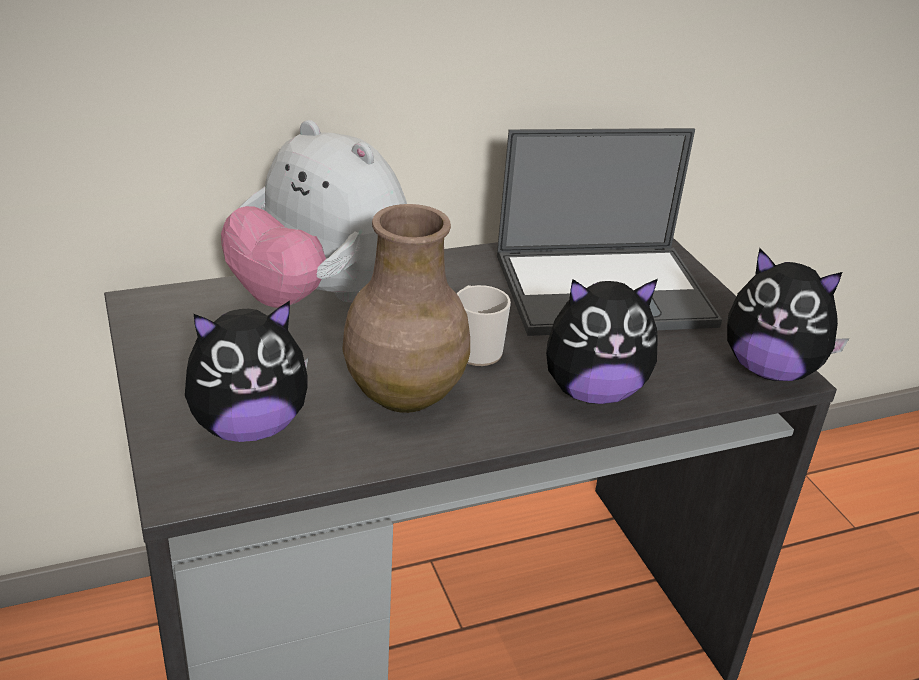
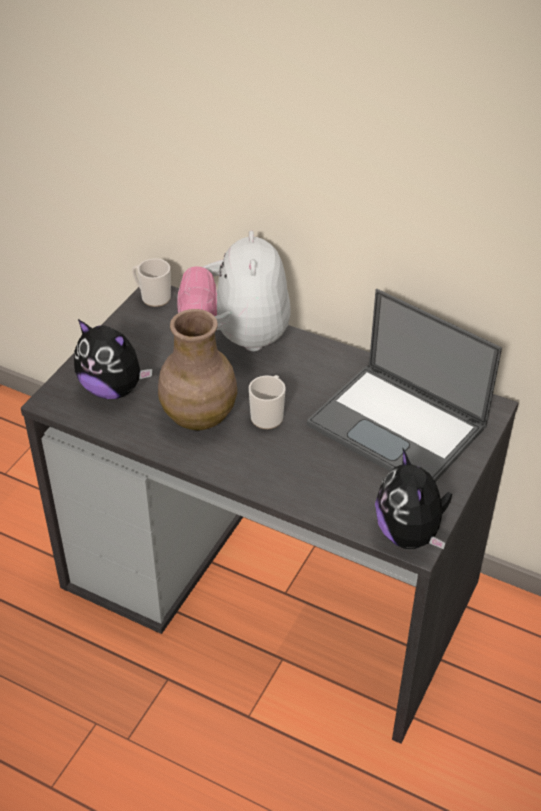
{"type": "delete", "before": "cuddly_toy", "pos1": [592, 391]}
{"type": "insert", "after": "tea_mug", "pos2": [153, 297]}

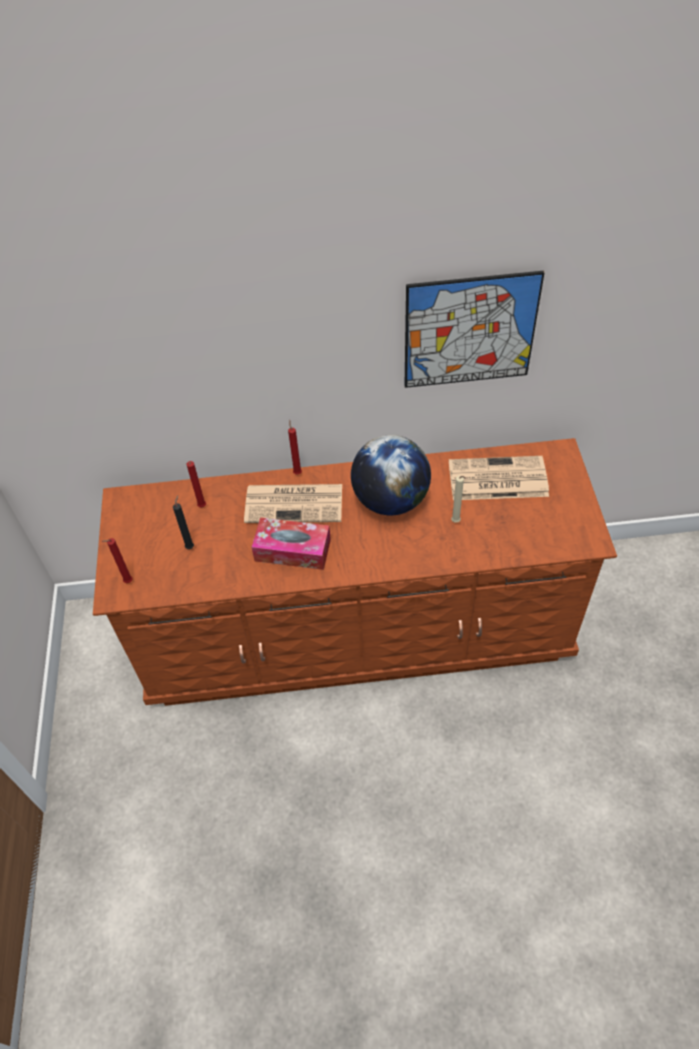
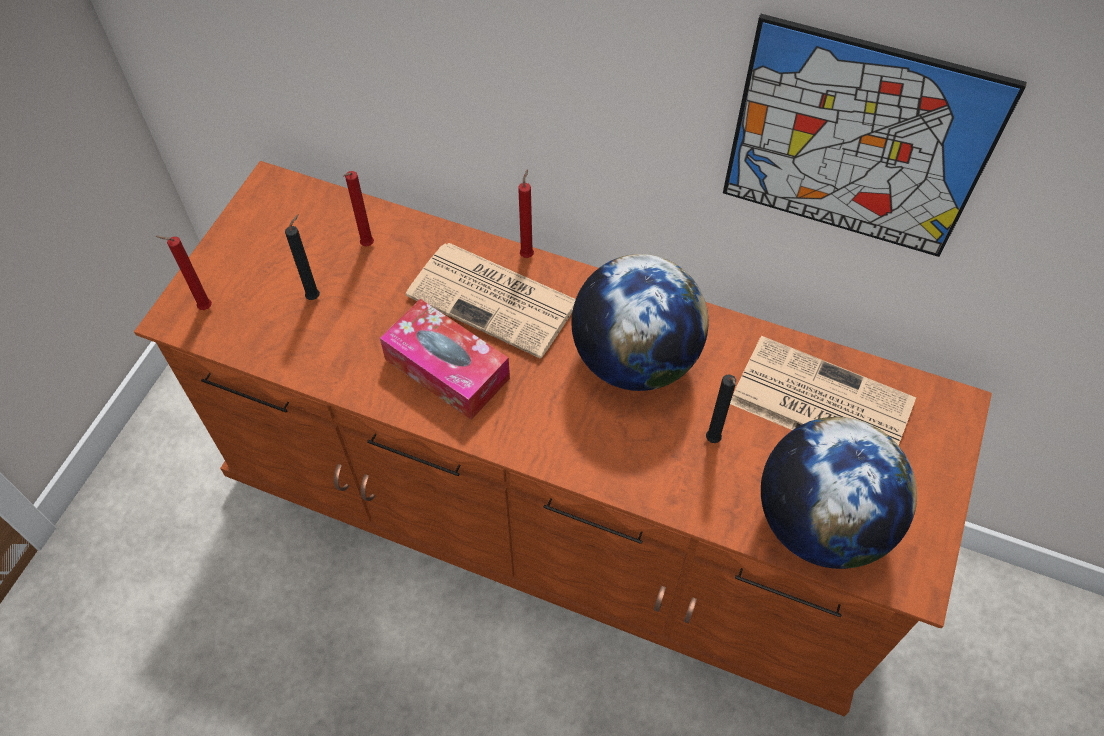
{"type": "insert", "after": "globe", "pos2": [820, 522]}
{"type": "recolor", "before": "sand-coloured_wax_candle", "after": "blackish_wax_candle", "pos1": [456, 522], "pos2": [713, 441]}

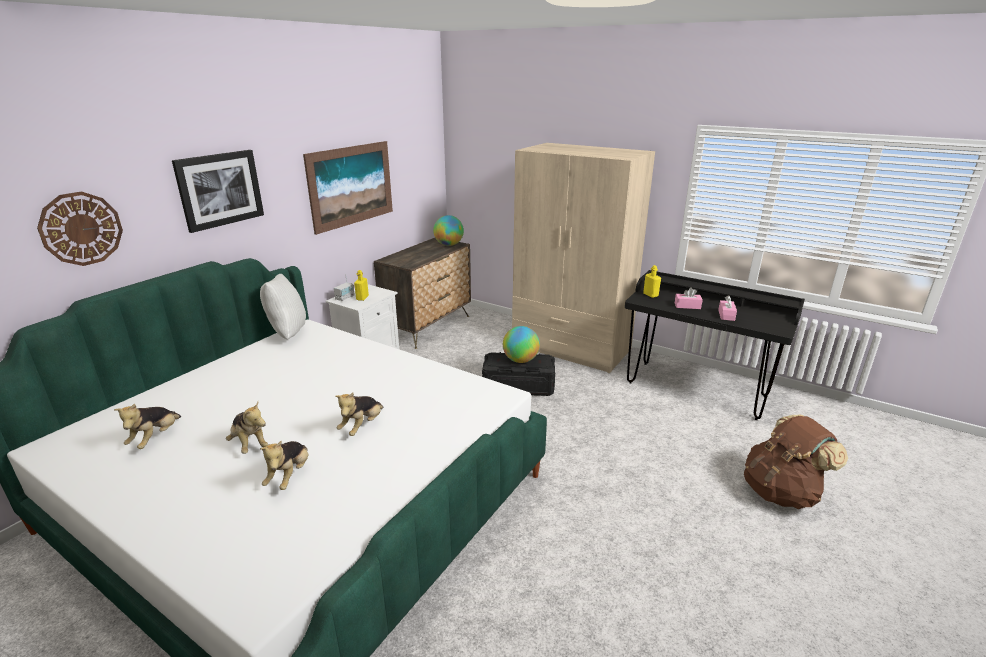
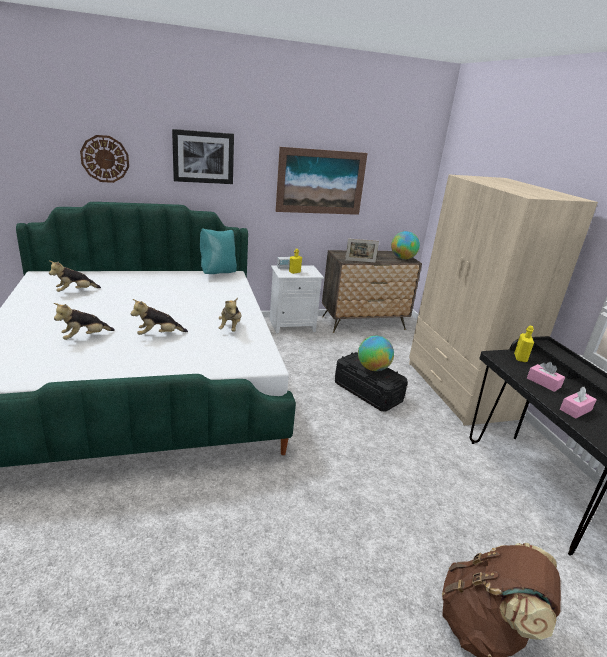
{"type": "insert", "after": "photo_frame", "pos2": [360, 261]}
{"type": "move", "before": "cuddly_toy", "pos1": [249, 444], "pos2": [230, 328]}
{"type": "recolor", "before": "white_pillow", "after": "turquoise-coloured_pillow", "pos1": [287, 333], "pos2": [217, 273]}

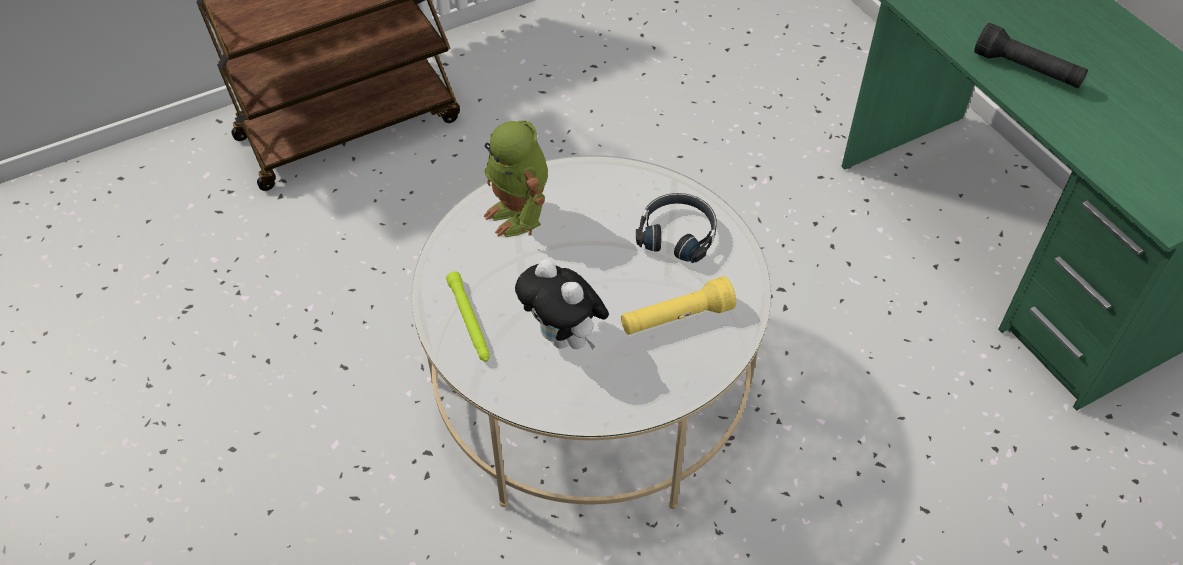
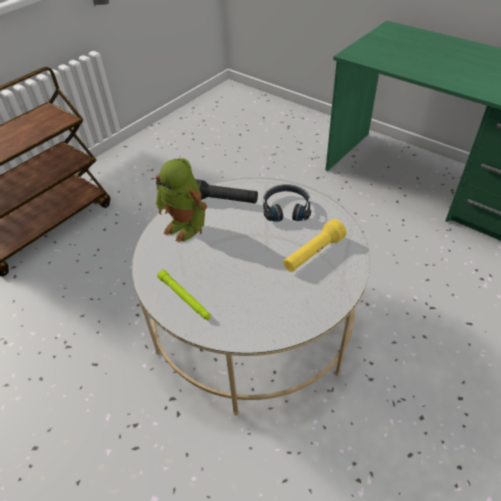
{"type": "delete", "before": "cuddly_toy", "pos1": [564, 338]}
{"type": "move", "before": "blackish_flashlight", "pos1": [1026, 70], "pos2": [225, 200]}

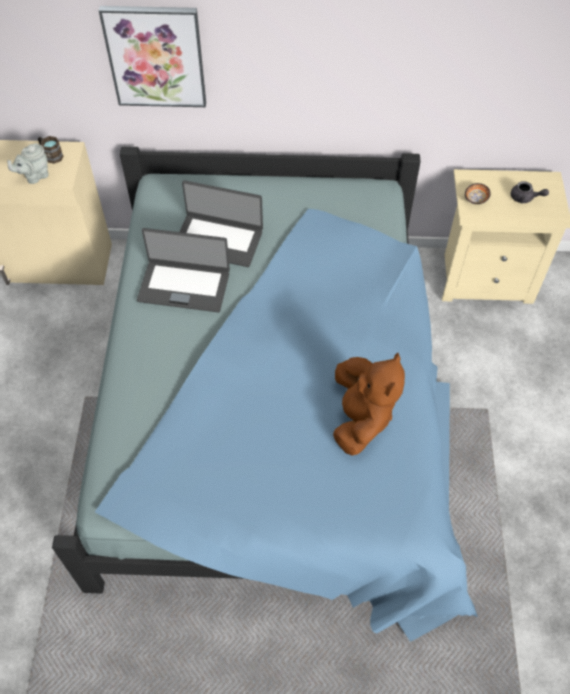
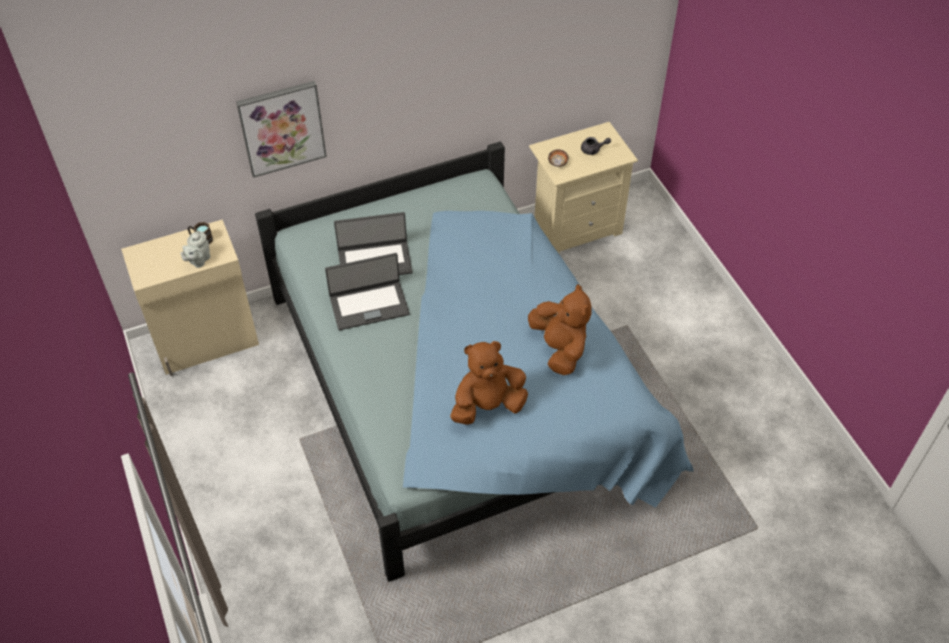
{"type": "insert", "after": "brownish_cuddly_toy", "pos2": [487, 406]}

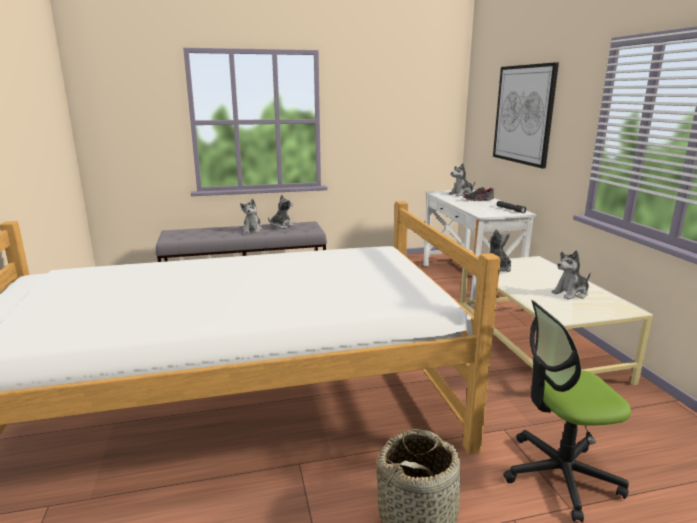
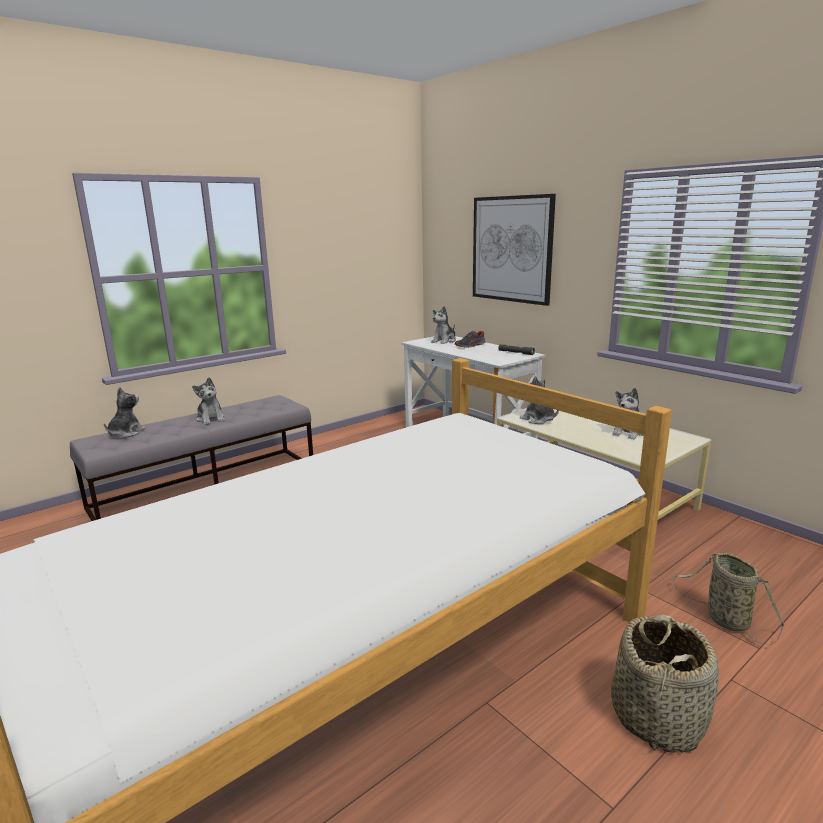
{"type": "move", "before": "cuddly_toy", "pos1": [281, 226], "pos2": [126, 433]}
{"type": "replace", "before": "desk_chair", "after": "storage_basket", "pos1": [560, 475], "pos2": [724, 619]}

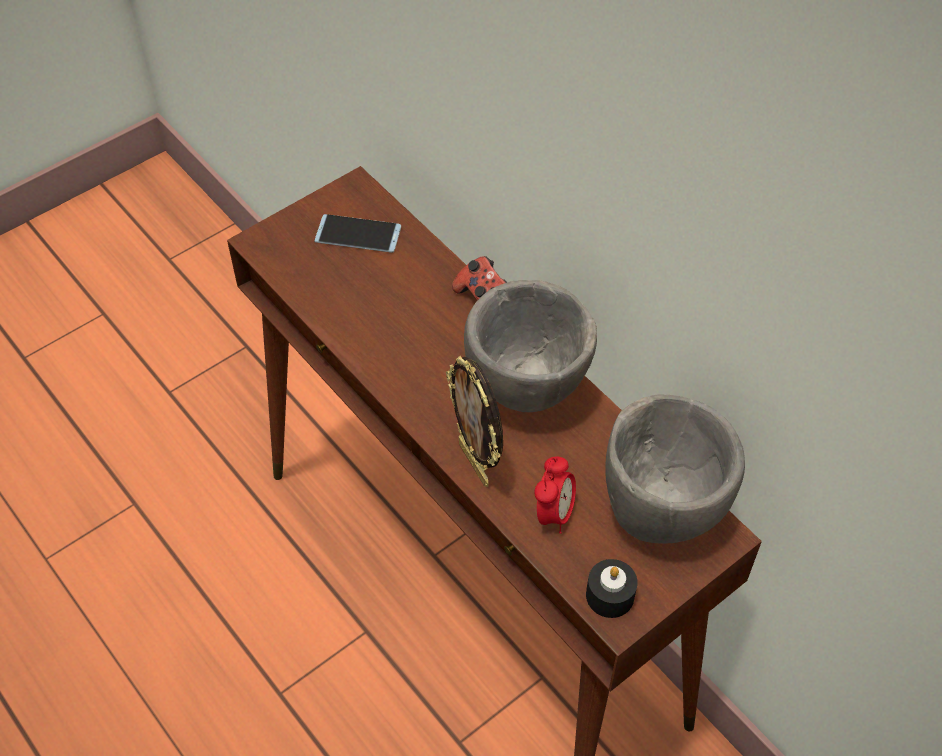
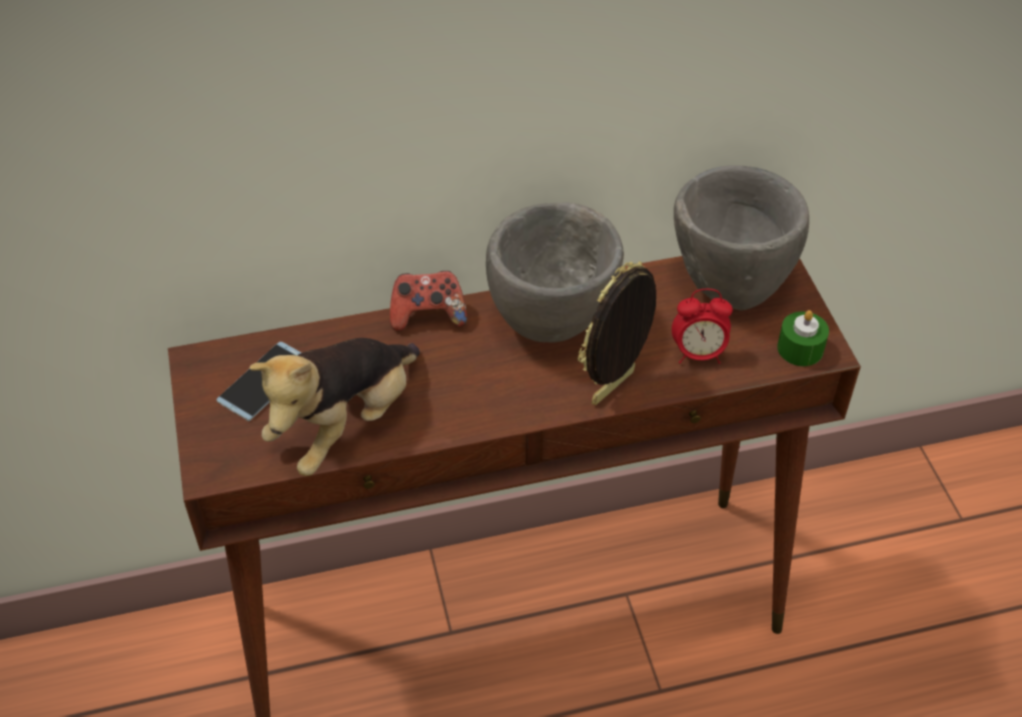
{"type": "insert", "after": "cuddly_toy", "pos2": [345, 424]}
{"type": "recolor", "before": "blackish_wax_candle", "after": "green_wax_candle", "pos1": [610, 595], "pos2": [800, 348]}
{"type": "rotate", "before": "photo_frame", "pos1": [475, 463], "pos2": [615, 389], "turn": 135}
{"type": "rotate", "before": "table_clock", "pos1": [554, 513], "pos2": [698, 354], "turn": 135}

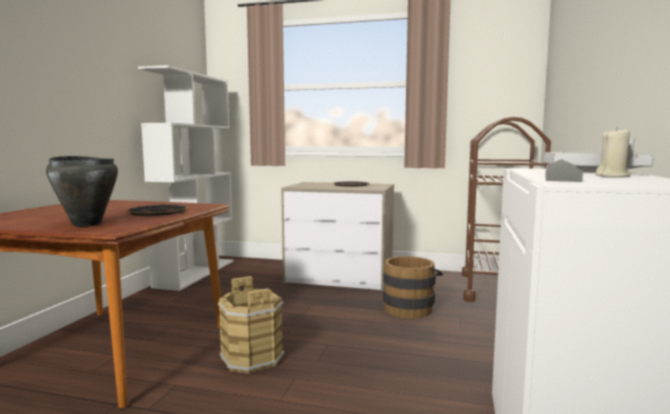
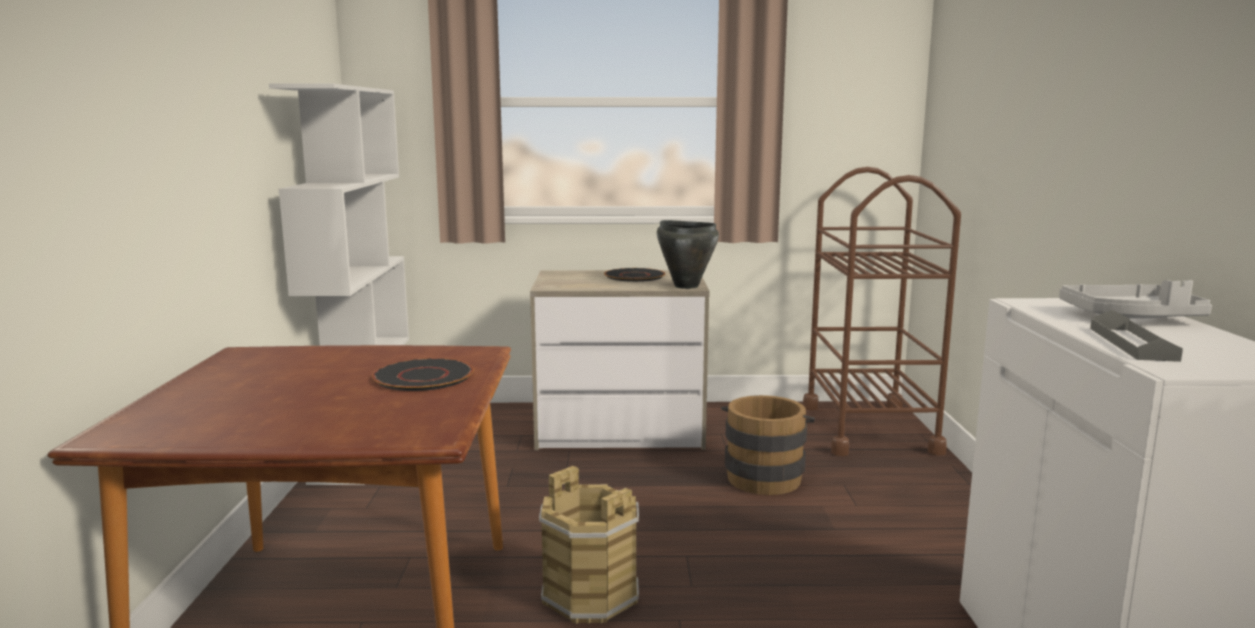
{"type": "delete", "before": "sand-coloured_wax_candle", "pos1": [613, 176]}
{"type": "move", "before": "blackish_saucepot", "pos1": [87, 224], "pos2": [686, 286]}

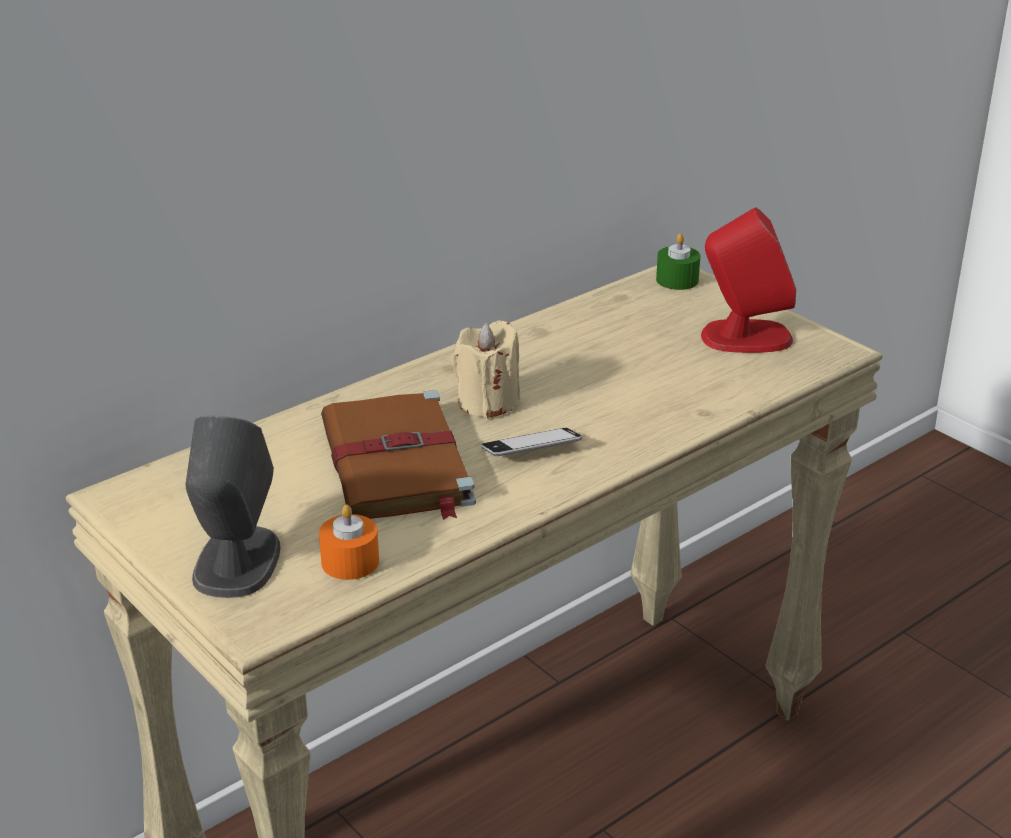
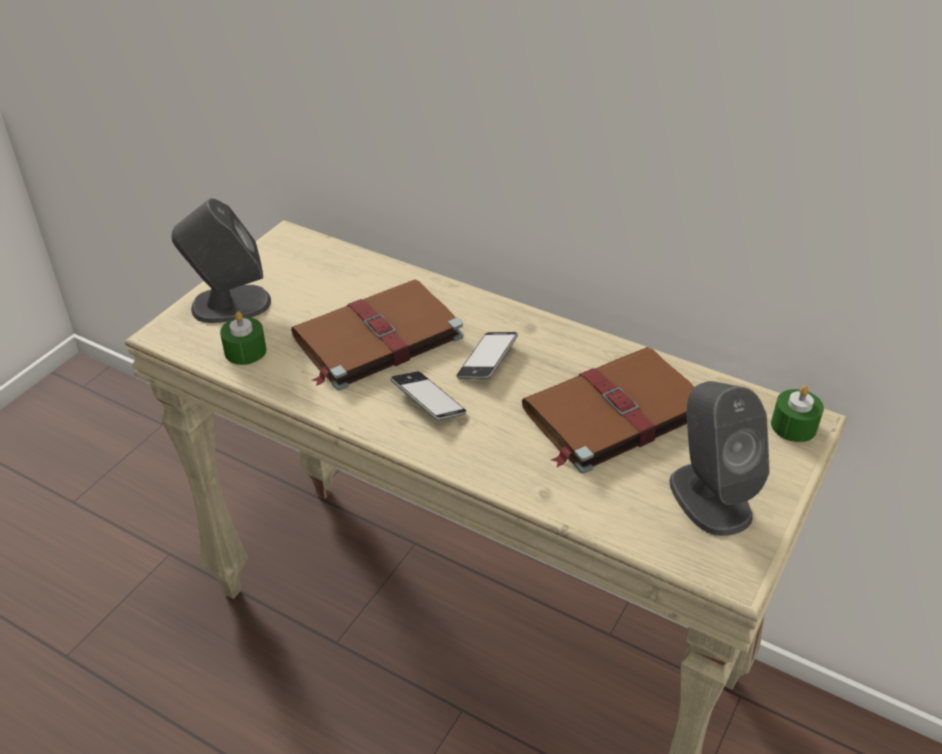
{"type": "insert", "after": "brownish_volume", "pos2": [612, 413]}
{"type": "replace", "before": "sand-coloured_wax_candle", "after": "phone", "pos1": [488, 402], "pos2": [487, 360]}
{"type": "recolor", "before": "orange_wax_candle", "after": "green_wax_candle", "pos1": [350, 562], "pos2": [245, 351]}
{"type": "recolor", "before": "red-coloured_speaker", "after": "grey_speaker", "pos1": [745, 337], "pos2": [709, 497]}

